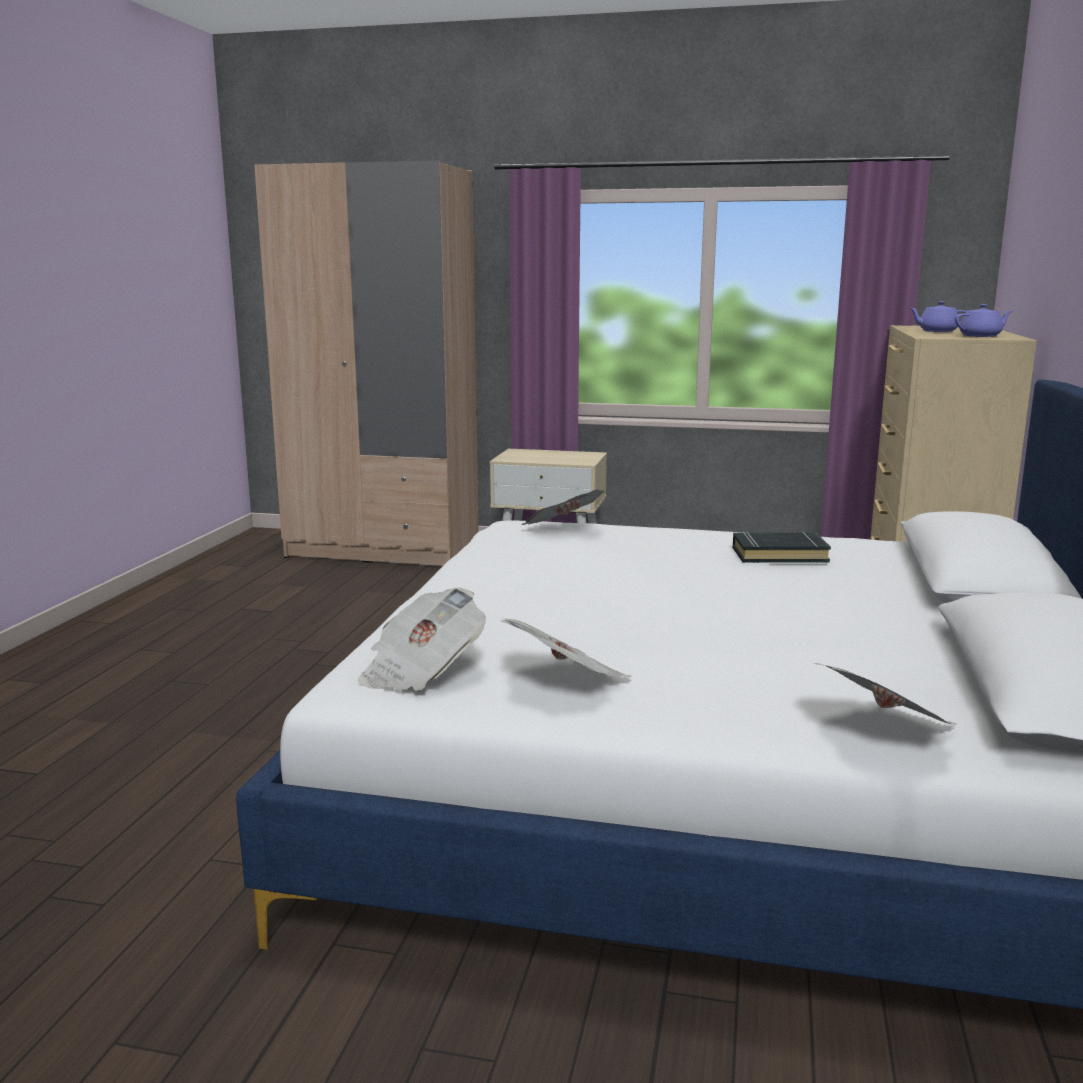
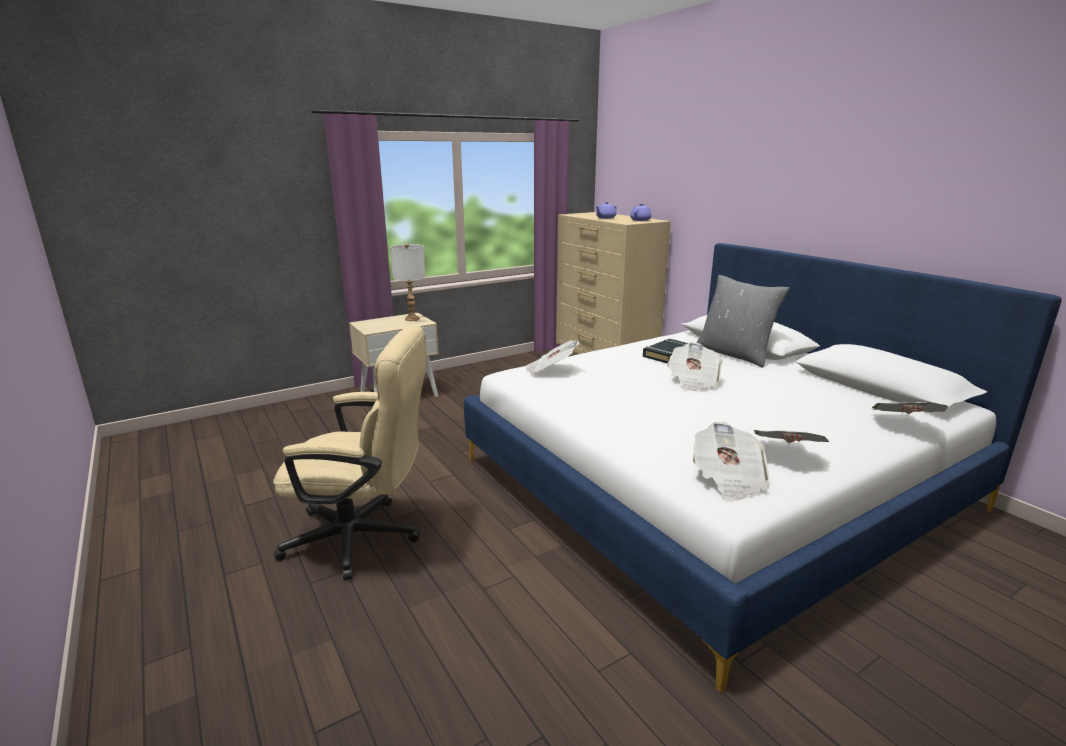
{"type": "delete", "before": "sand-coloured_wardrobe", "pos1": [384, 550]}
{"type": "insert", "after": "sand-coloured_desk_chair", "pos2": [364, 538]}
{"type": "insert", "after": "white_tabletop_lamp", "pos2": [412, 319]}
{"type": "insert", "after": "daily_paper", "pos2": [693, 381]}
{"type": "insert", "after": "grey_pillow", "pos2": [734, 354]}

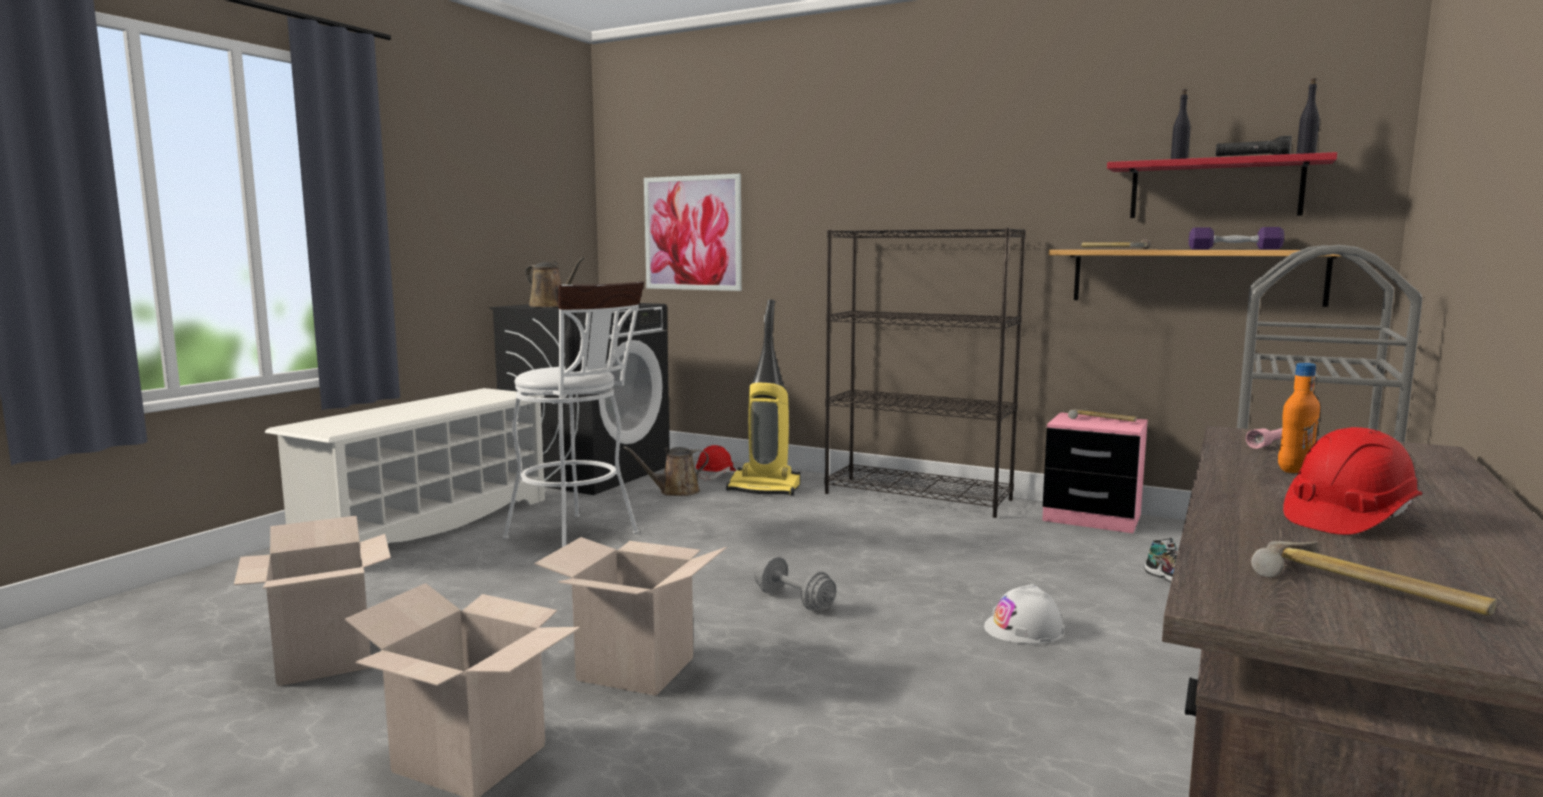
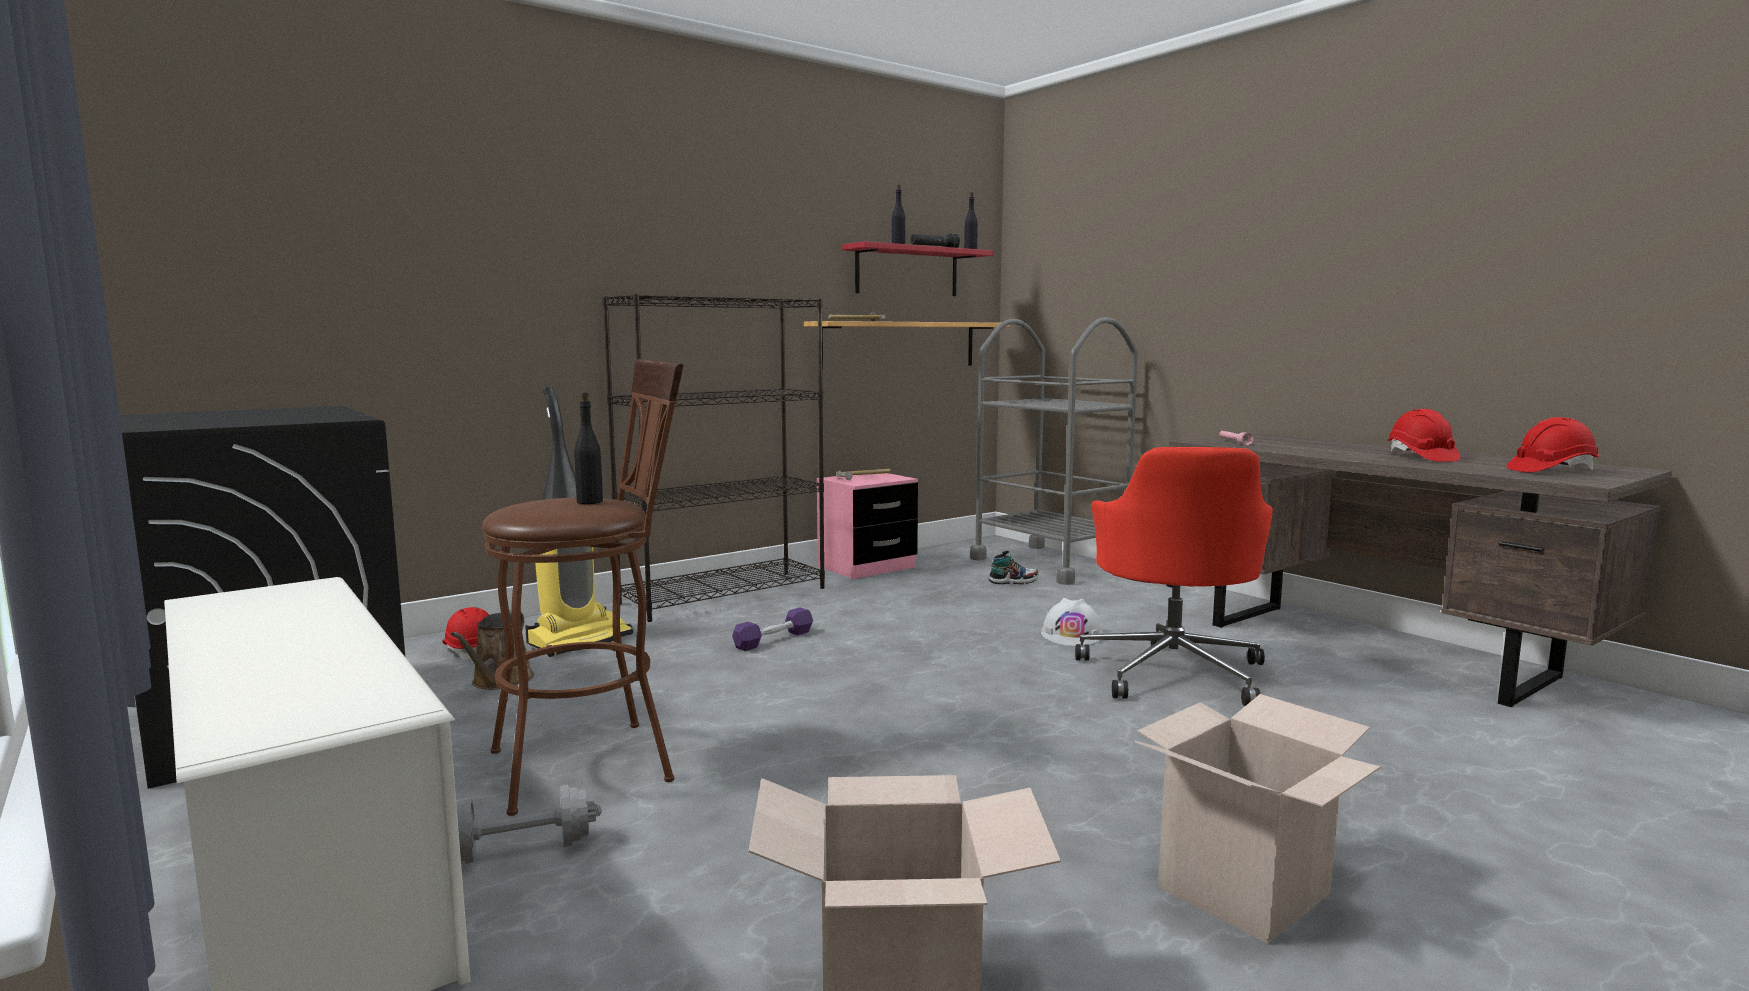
{"type": "delete", "before": "brownish_sprinkling_can", "pos1": [551, 306]}
{"type": "delete", "before": "packing_box", "pos1": [636, 668]}
{"type": "delete", "before": "wall_art", "pos1": [692, 233]}
{"type": "delete", "before": "orange_drink_bottle", "pos1": [1295, 470]}
{"type": "insert", "after": "red-coloured_desk_chair", "pos2": [1173, 672]}
{"type": "move", "before": "grey_dumbbell", "pos1": [794, 601], "pos2": [520, 850]}
{"type": "move", "before": "purple_dumbbell", "pos1": [1234, 249], "pos2": [773, 639]}
{"type": "replace", "before": "hammer", "after": "red-coloured_hard_hat", "pos1": [1365, 590], "pos2": [1551, 470]}
{"type": "recolor", "before": "white_sitting_stool", "after": "brownish_sitting_stool", "pos1": [579, 537], "pos2": [598, 761]}

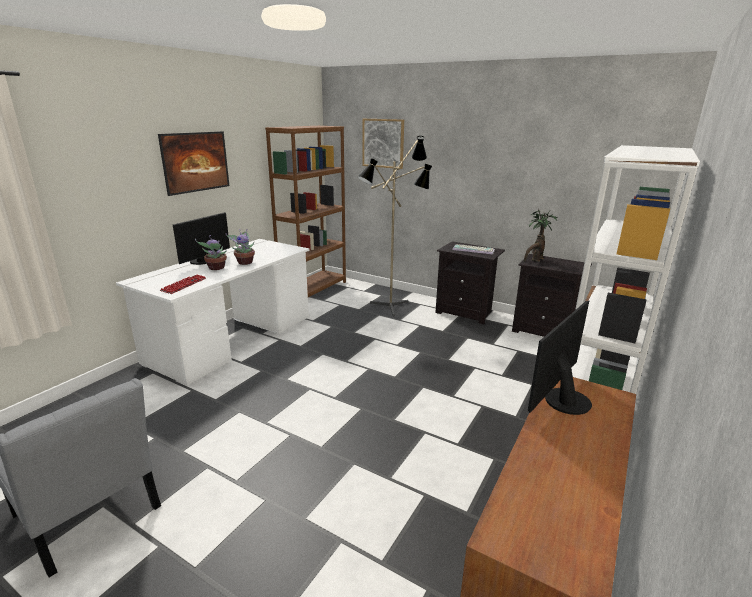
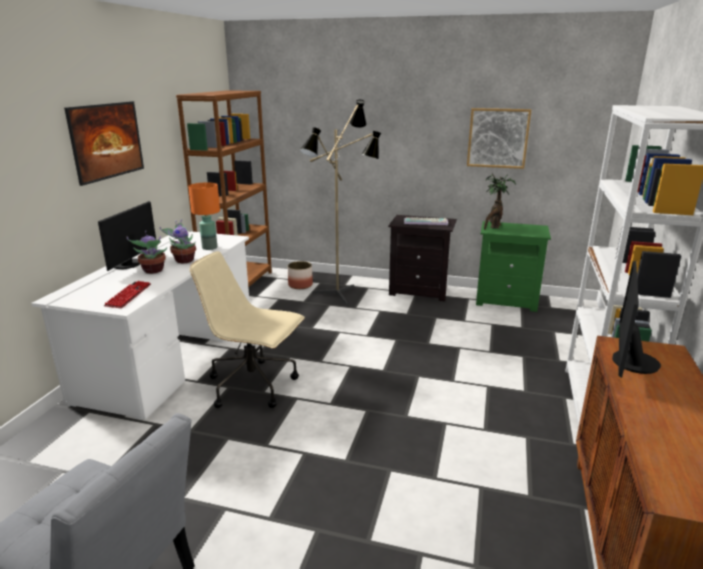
{"type": "insert", "after": "orange_tabletop_lamp", "pos2": [209, 248]}
{"type": "insert", "after": "sand-coloured_desk_chair", "pos2": [254, 386]}
{"type": "insert", "after": "plant_pot", "pos2": [300, 285]}
{"type": "move", "before": "wall_art", "pos1": [383, 143], "pos2": [498, 138]}
{"type": "recolor", "before": "blackish_nightstand", "after": "green_nightstand", "pos1": [544, 331], "pos2": [506, 300]}

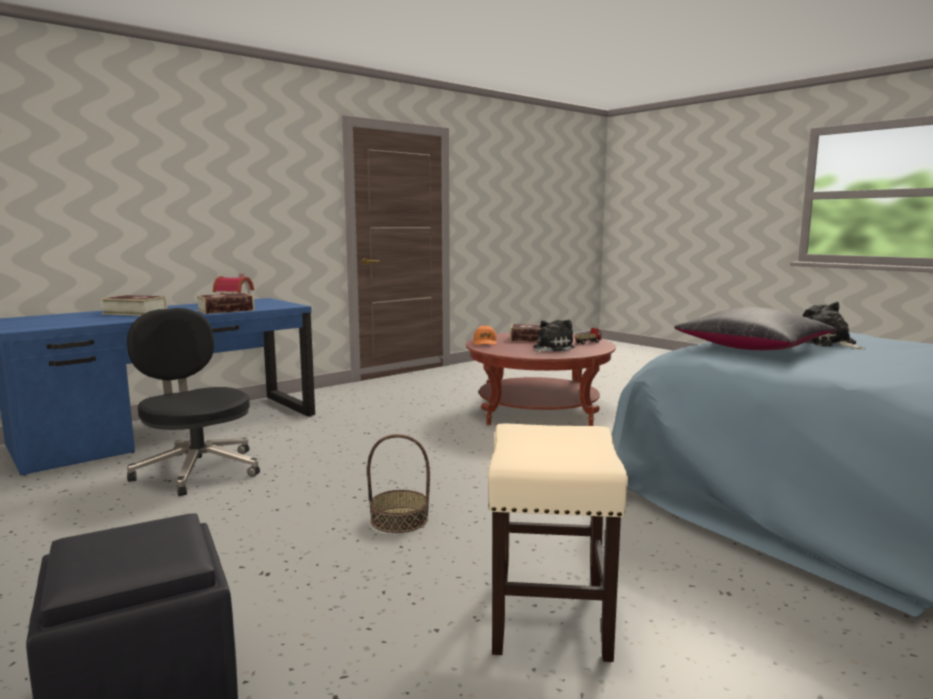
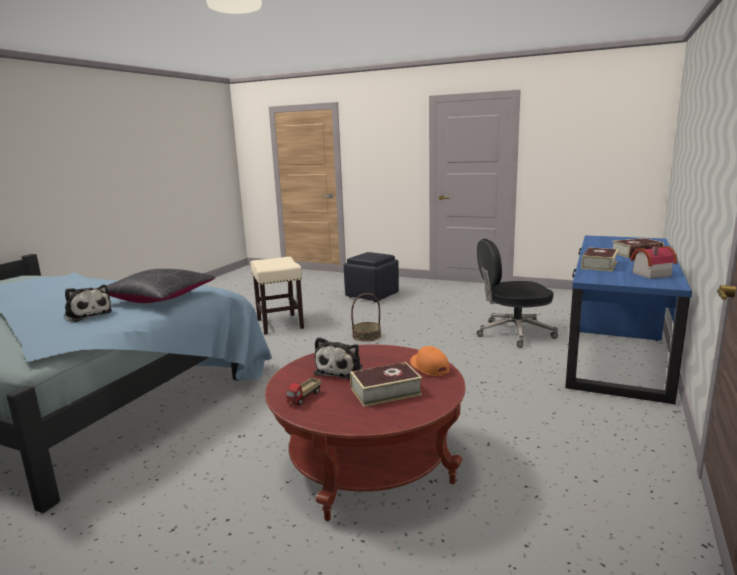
{"type": "rotate", "before": "blackish_desk_chair", "pos1": [197, 470], "pos2": [513, 333], "turn": 150}

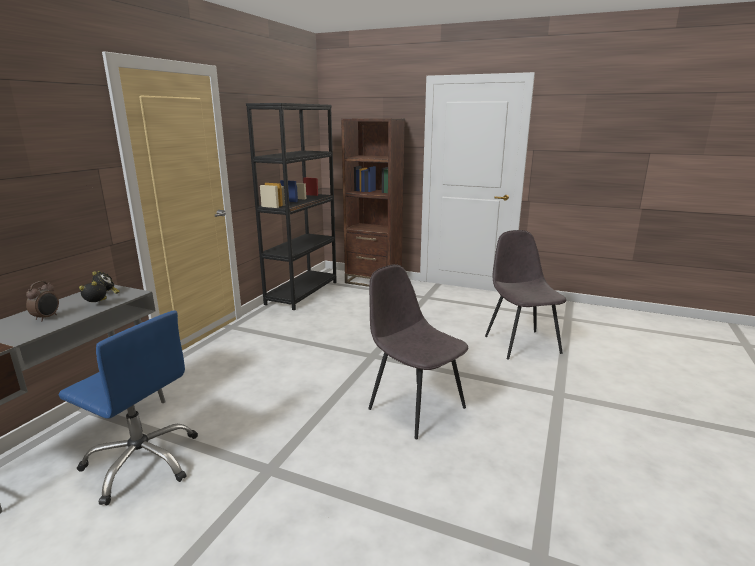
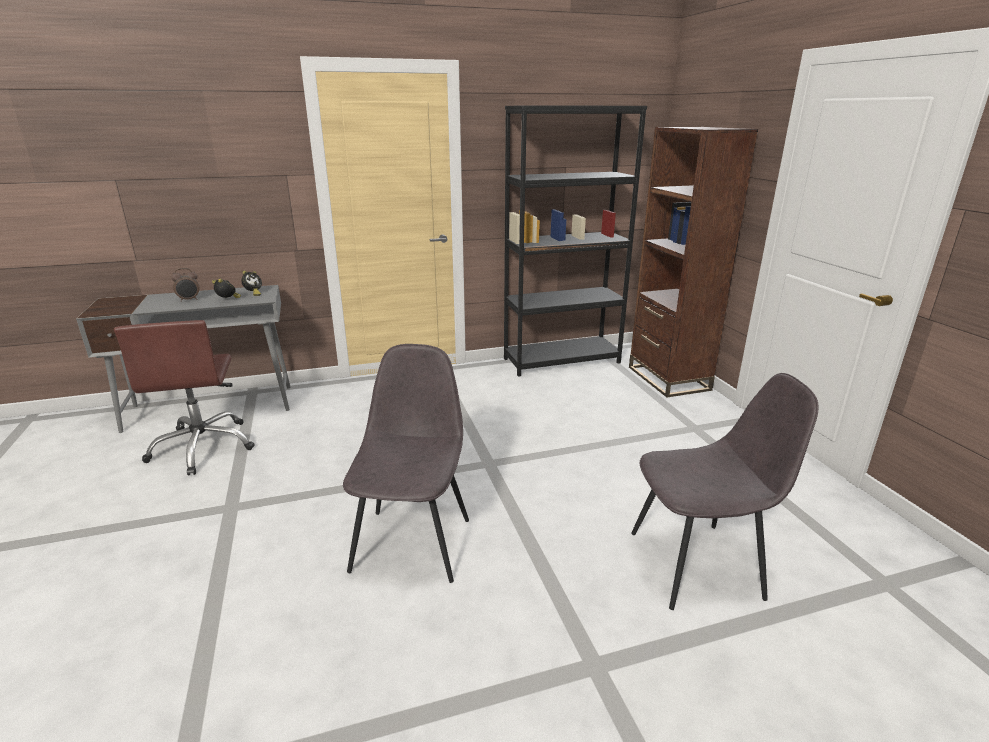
{"type": "recolor", "before": "blue-coloured_desk_chair", "after": "brownish_desk_chair", "pos1": [142, 462], "pos2": [203, 447]}
{"type": "rotate", "before": "grey_chair", "pos1": [521, 343], "pos2": [698, 564], "turn": 45}

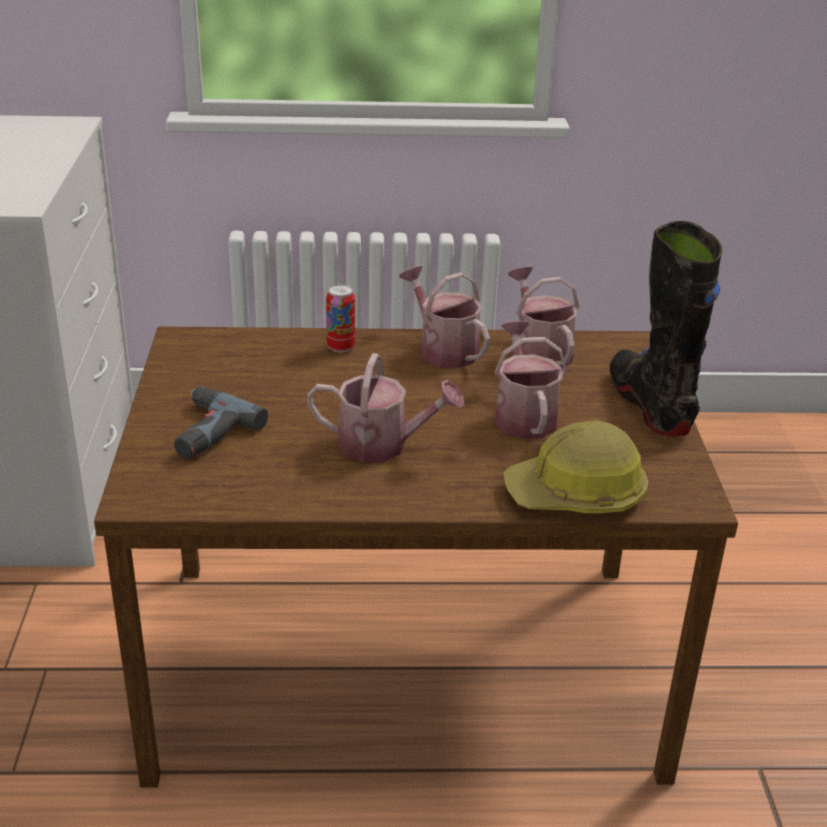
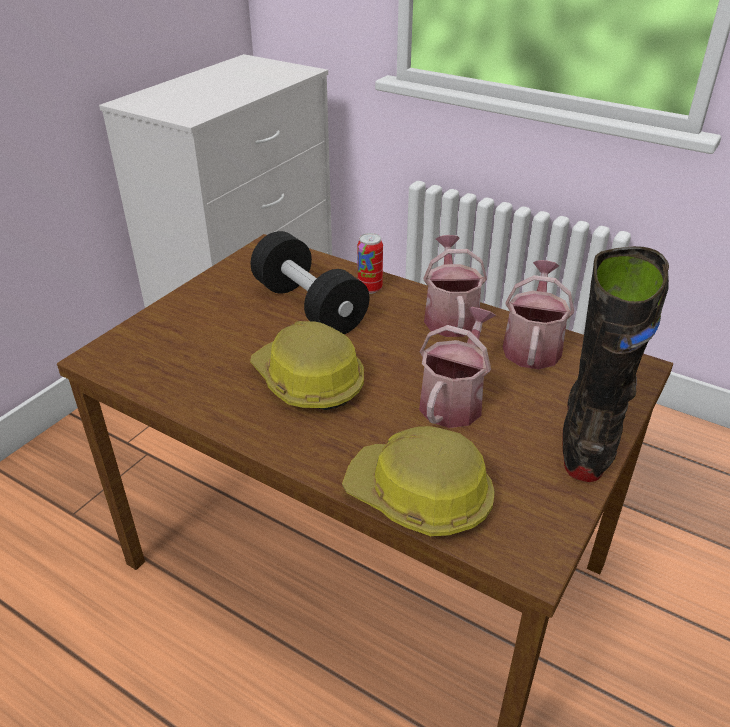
{"type": "delete", "before": "drill", "pos1": [203, 431]}
{"type": "insert", "after": "blackish_dumbbell", "pos2": [309, 307]}
{"type": "replace", "before": "sprinkling_can", "after": "hard_hat", "pos1": [382, 445], "pos2": [308, 382]}

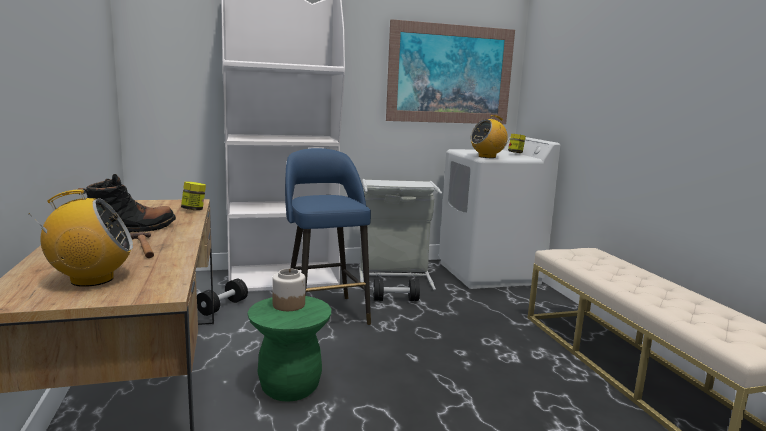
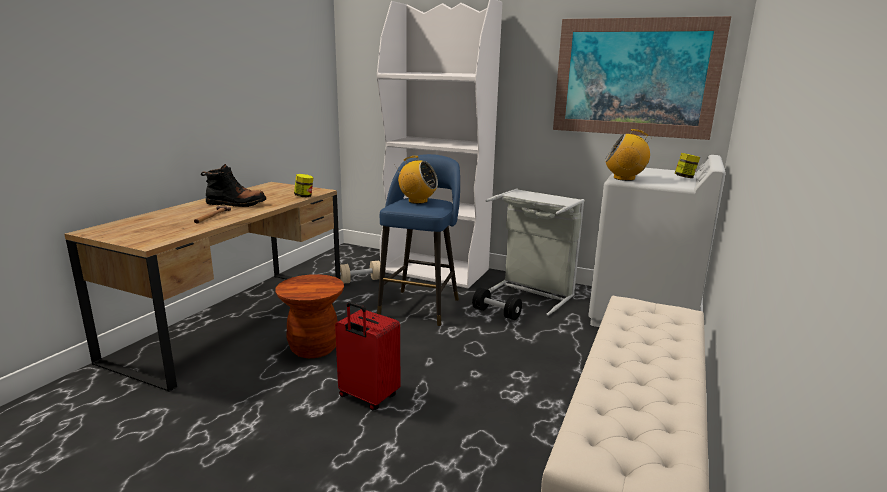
{"type": "delete", "before": "jar", "pos1": [289, 304]}
{"type": "insert", "after": "red-coloured_piece_of_luggage", "pos2": [367, 397]}
{"type": "move", "before": "radio", "pos1": [91, 279], "pos2": [417, 201]}
{"type": "recolor", "before": "blackish_dumbbell", "after": "sand-coloured_dumbbell", "pos1": [222, 307], "pos2": [360, 280]}
{"type": "recolor", "before": "green_sitting_stool", "after": "brownish_sitting_stool", "pos1": [290, 387], "pos2": [314, 348]}

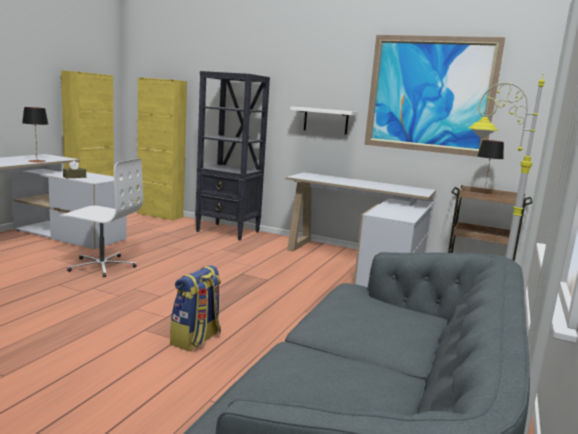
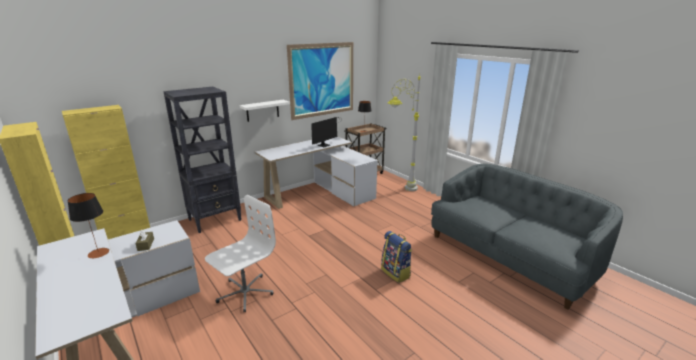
{"type": "insert", "after": "computer_screen", "pos2": [325, 145]}

